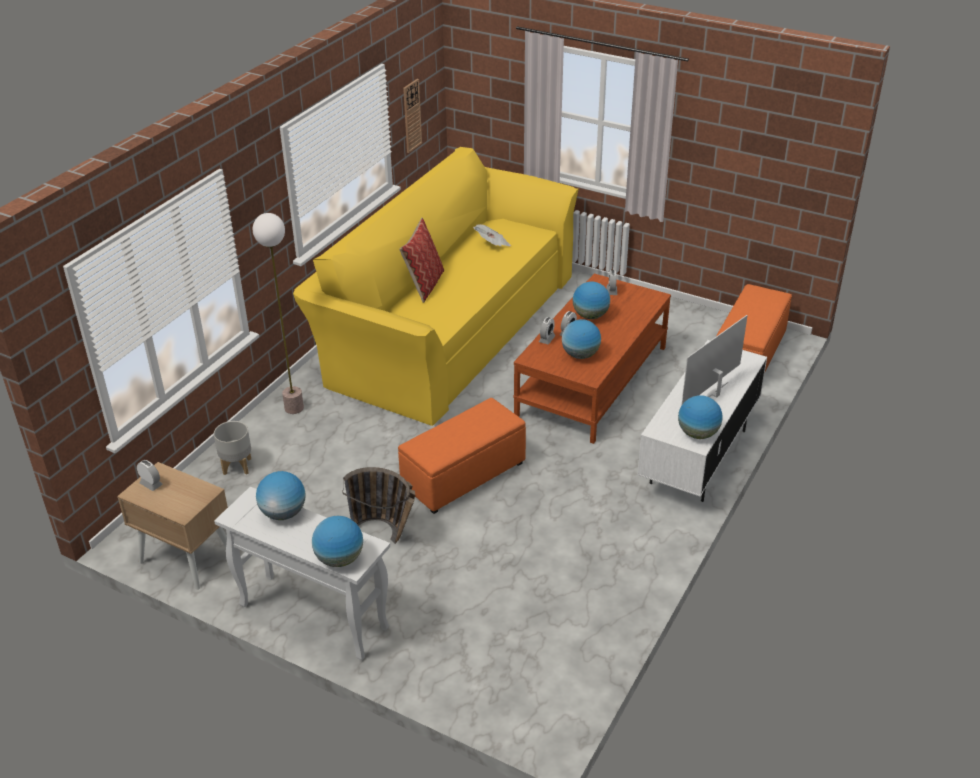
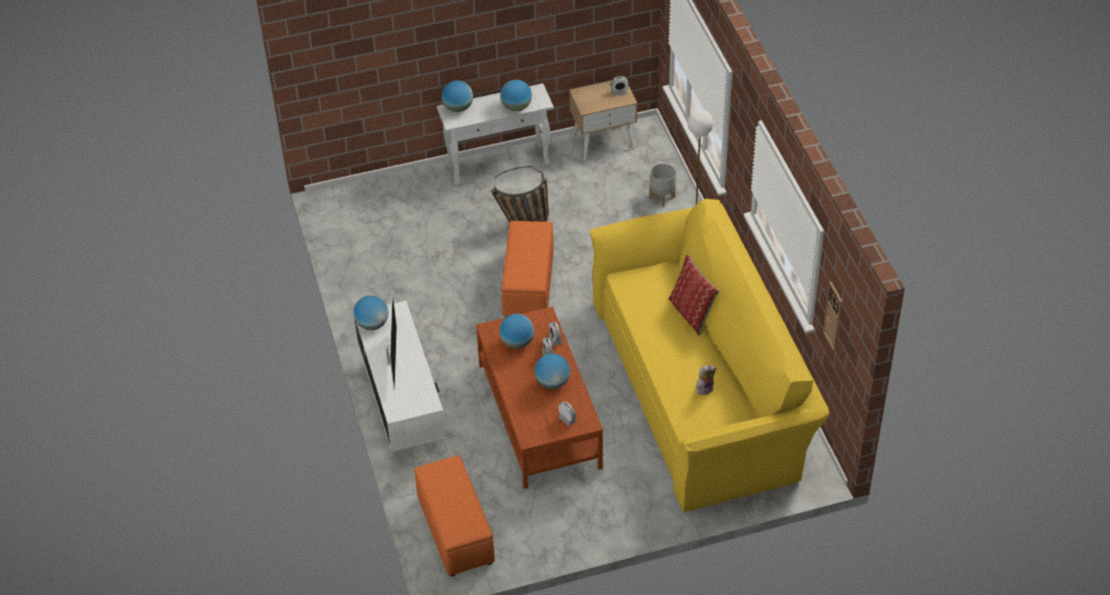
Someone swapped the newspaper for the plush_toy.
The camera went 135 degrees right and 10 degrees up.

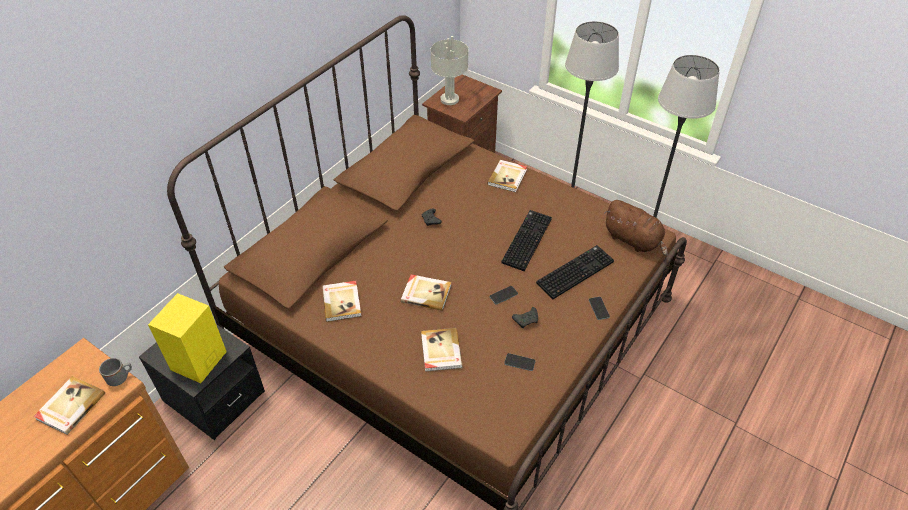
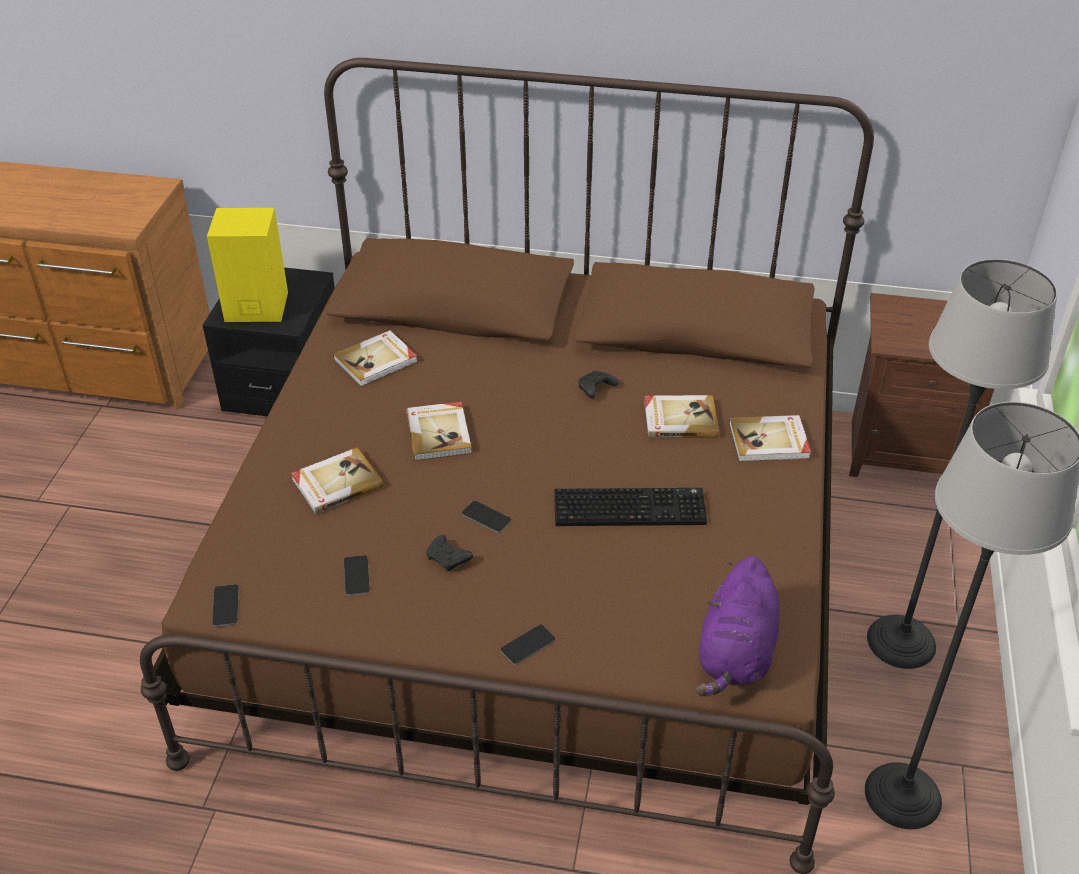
Someone put down the phone (no. 1 from left).
Someone carried the book (no. 1 from left in the first image).
Someone repainted the brown_plush_toy, which became the purple_plush_toy.
Someone took away the grey_mug.
Someone took away the grey_table_lamp.
Someone took away the keyboard (no. 2 from left).
The camera went 65 degrees right and 5 degrees down.

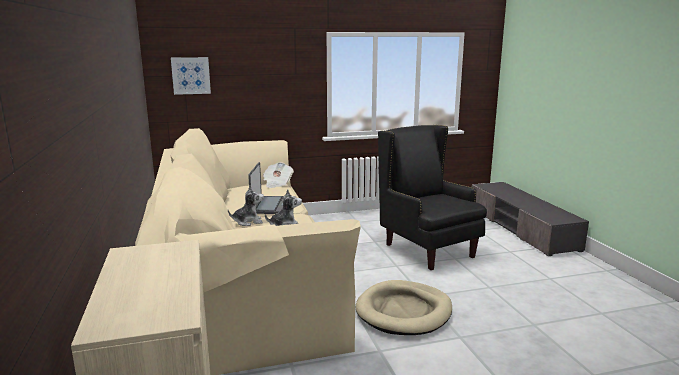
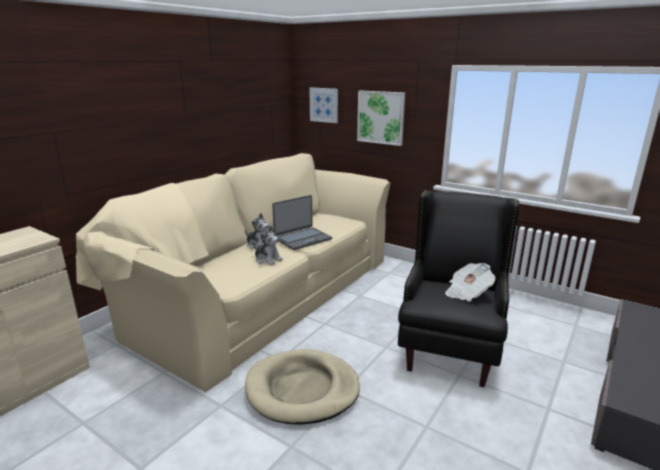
Someone put up the picture (no. 2 from left).
Someone carried the newspaper.
The camera went 50 degrees right and 5 degrees up.

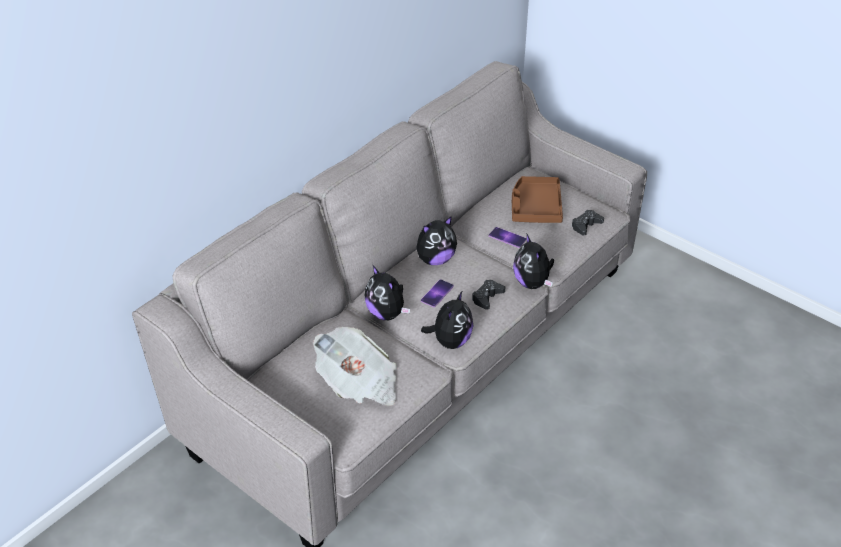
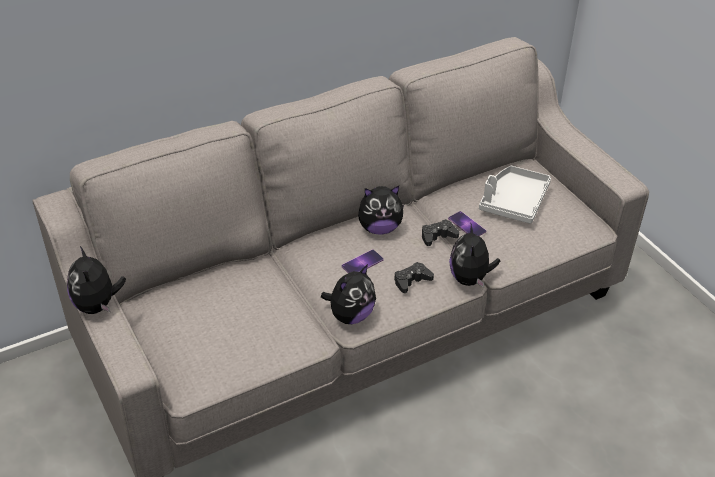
Someone carried the plush_toy (no. 1 from left).
Someone carried the black_game_controller (no. 2 from left).
Someone repainted the brown_tray, which became the grey_tray.
Someone took away the newspaper.
The camera went 20 degrees right and 0 degrees up.

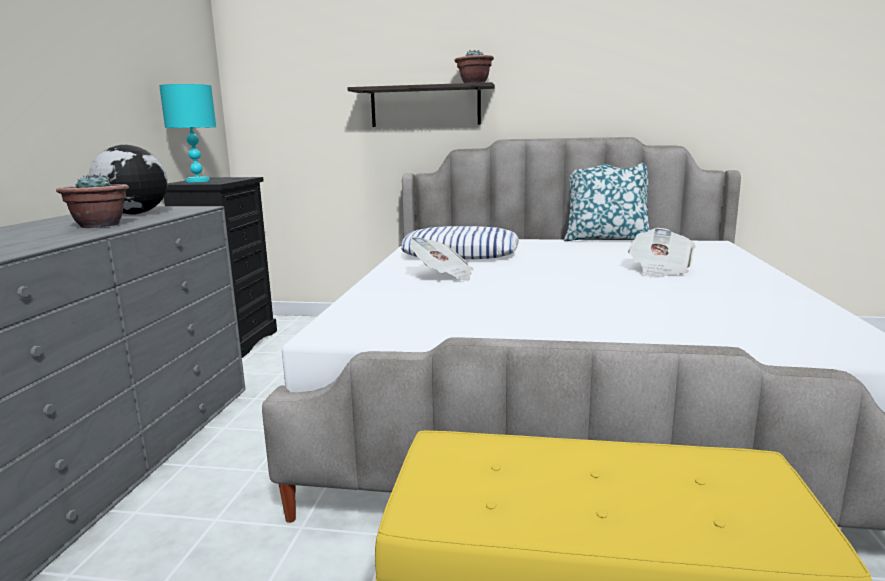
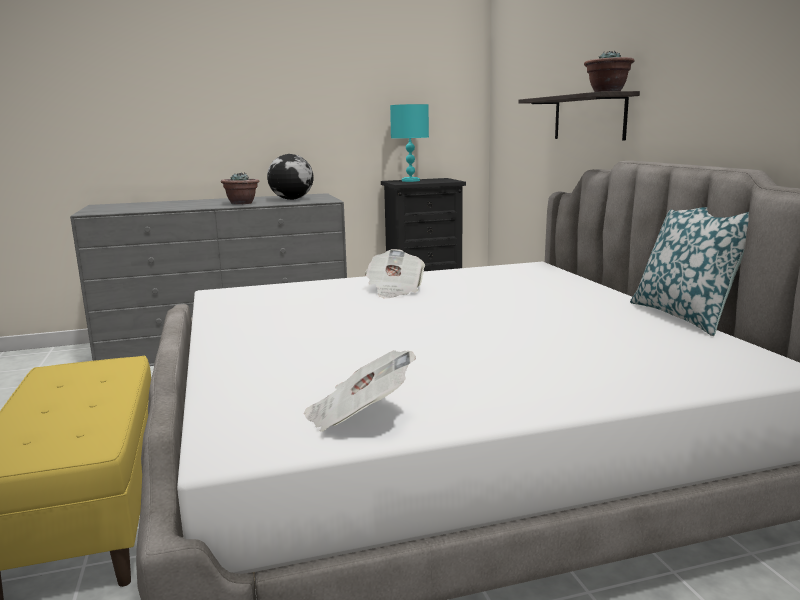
Someone carried the newspaper (no. 2 from left in the first image).
Someone took away the pillow (no. 1 from left).
The camera went 65 degrees right and 0 degrees up.

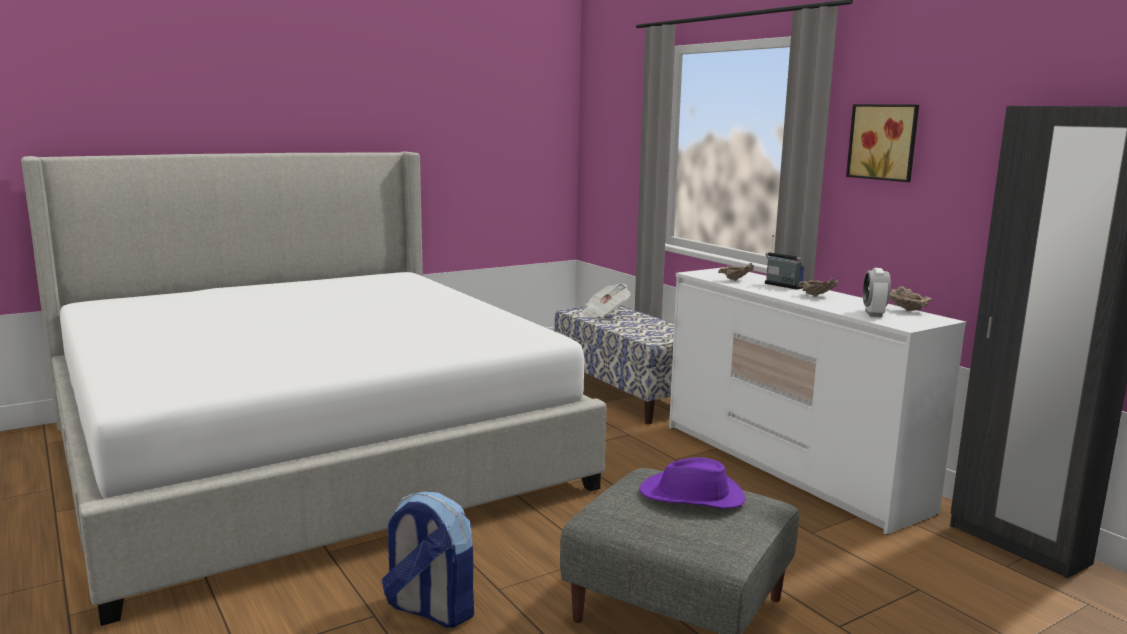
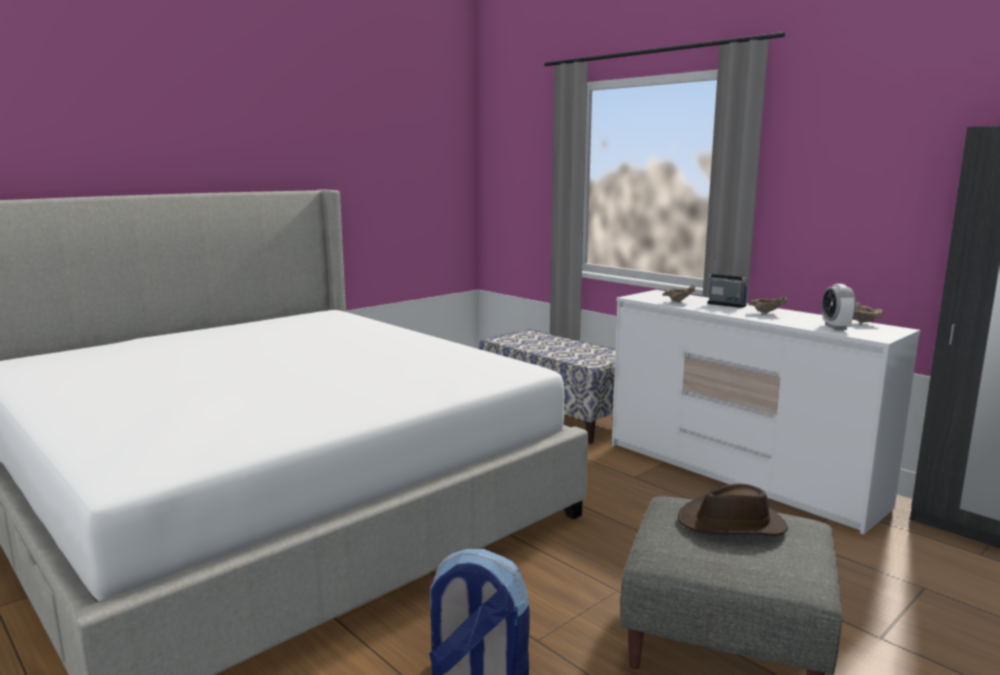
Someone repainted the purple_hat, which became the brown_hat.
Someone took away the newspaper.
Someone took away the picture.
The camera went 10 degrees left and 0 degrees up.

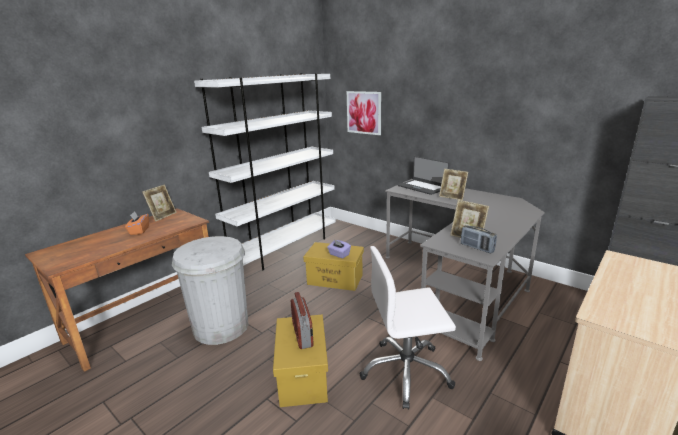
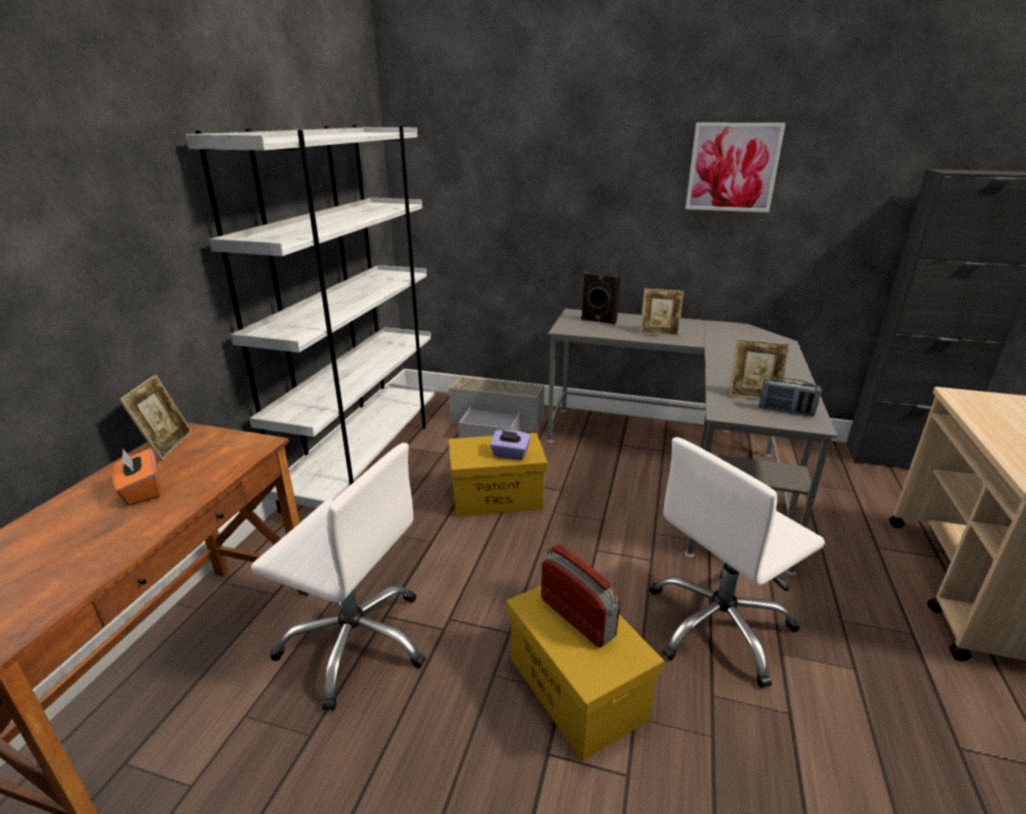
Someone swapped the white_trash_can for the white_office_chair (no. 1 from left).
Someone put down the grey_storage_box.
Someone swapped the laptop for the black_speaker.
Someone carried the picture.
The camera went 25 degrees left and 5 degrees up.

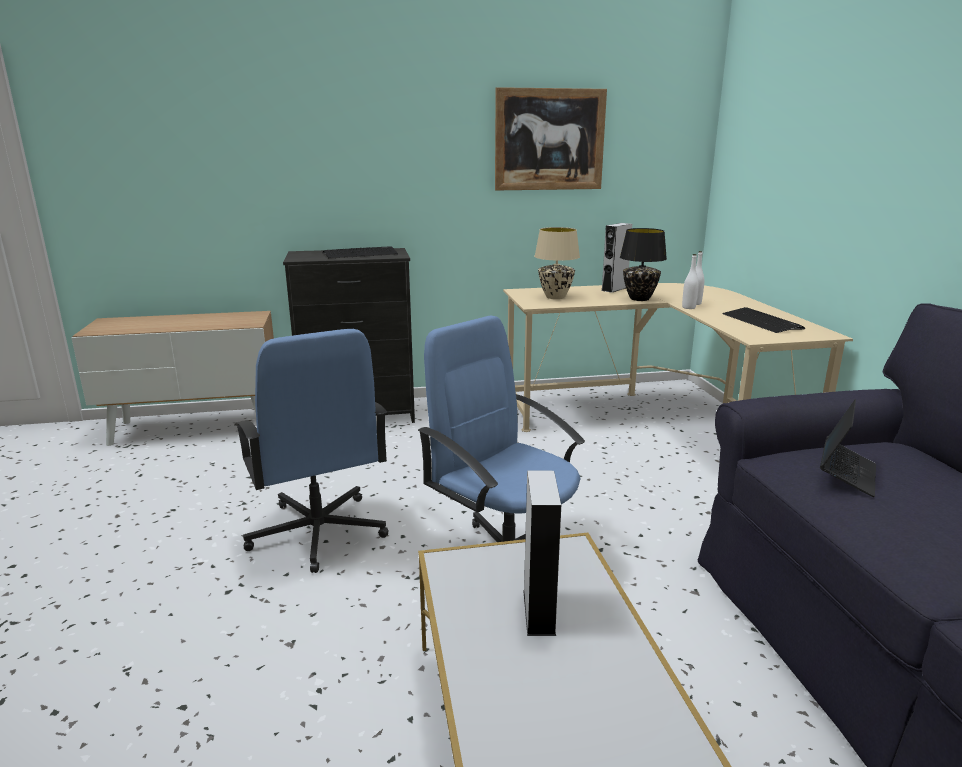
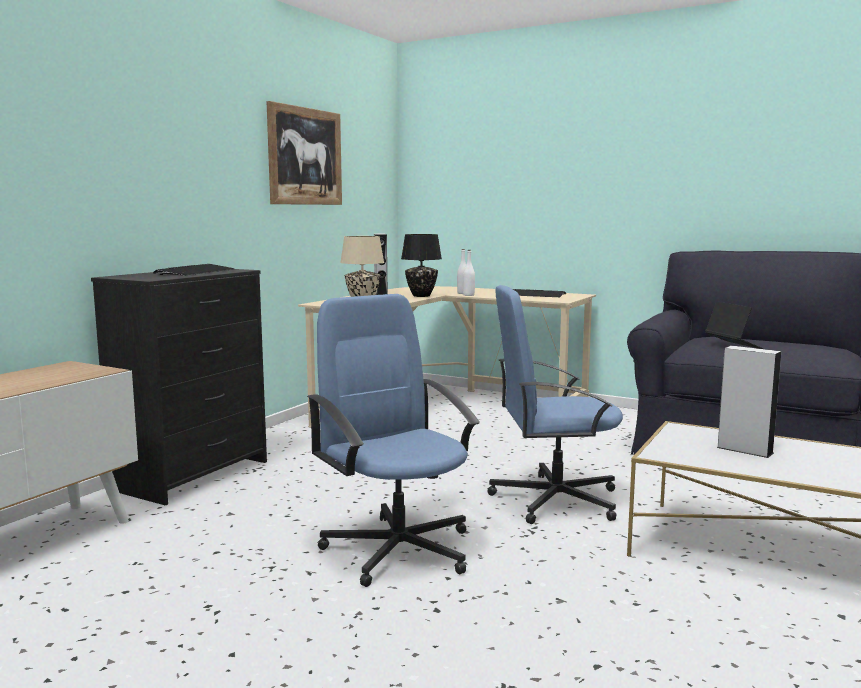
Someone rotated the blue_office_chair (no. 1 from left) by 135 degrees counterclockwise.
The camera went 50 degrees left and 10 degrees down.

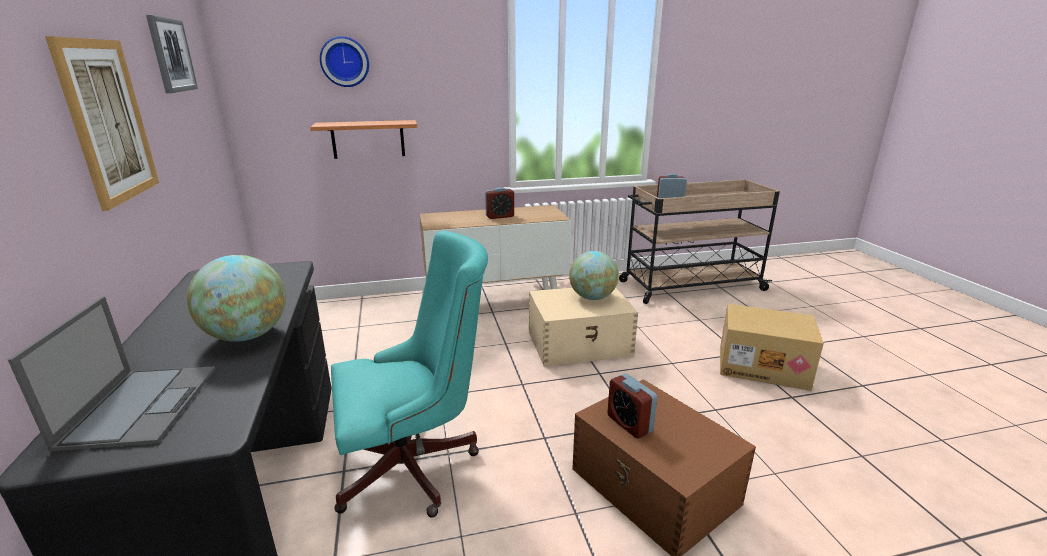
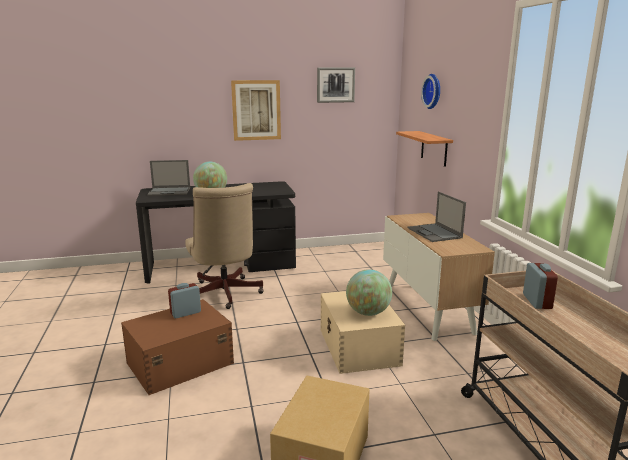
Someone repainted the turquoise_office_chair, which became the beige_office_chair.
Someone swapped the alarm_clock (no. 1 from left) for the laptop (no. 2 from left).
The camera went 90 degrees right and 5 degrees down.

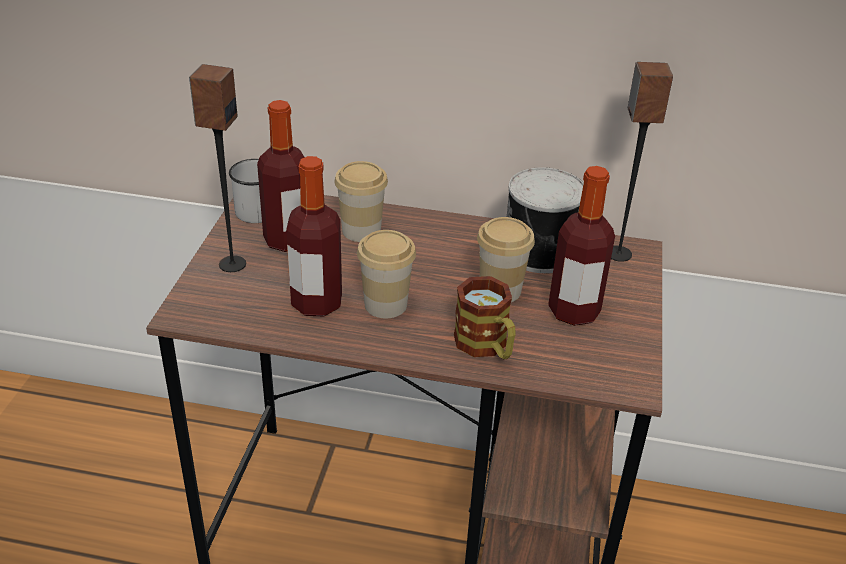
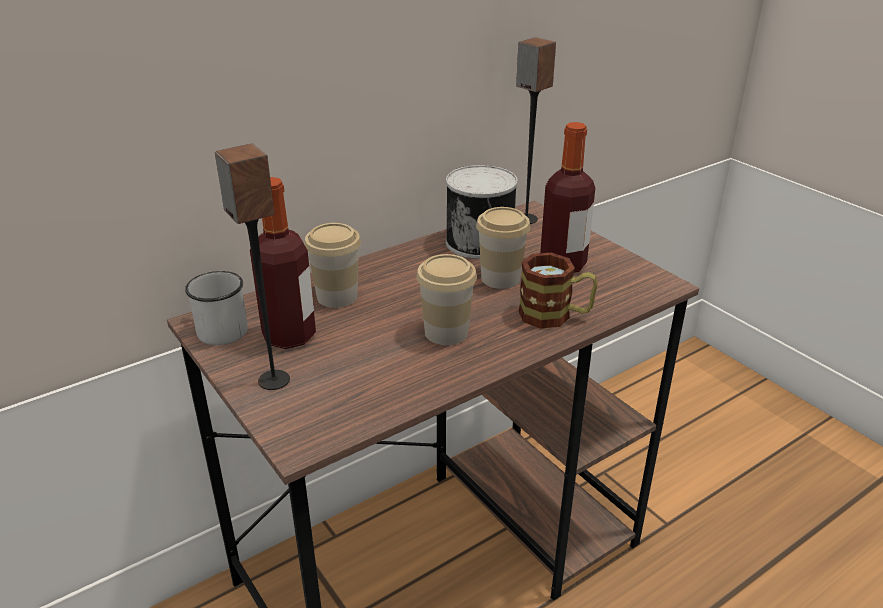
Someone took away the bottle (no. 2 from left).
The camera went 45 degrees left and 5 degrees down.

